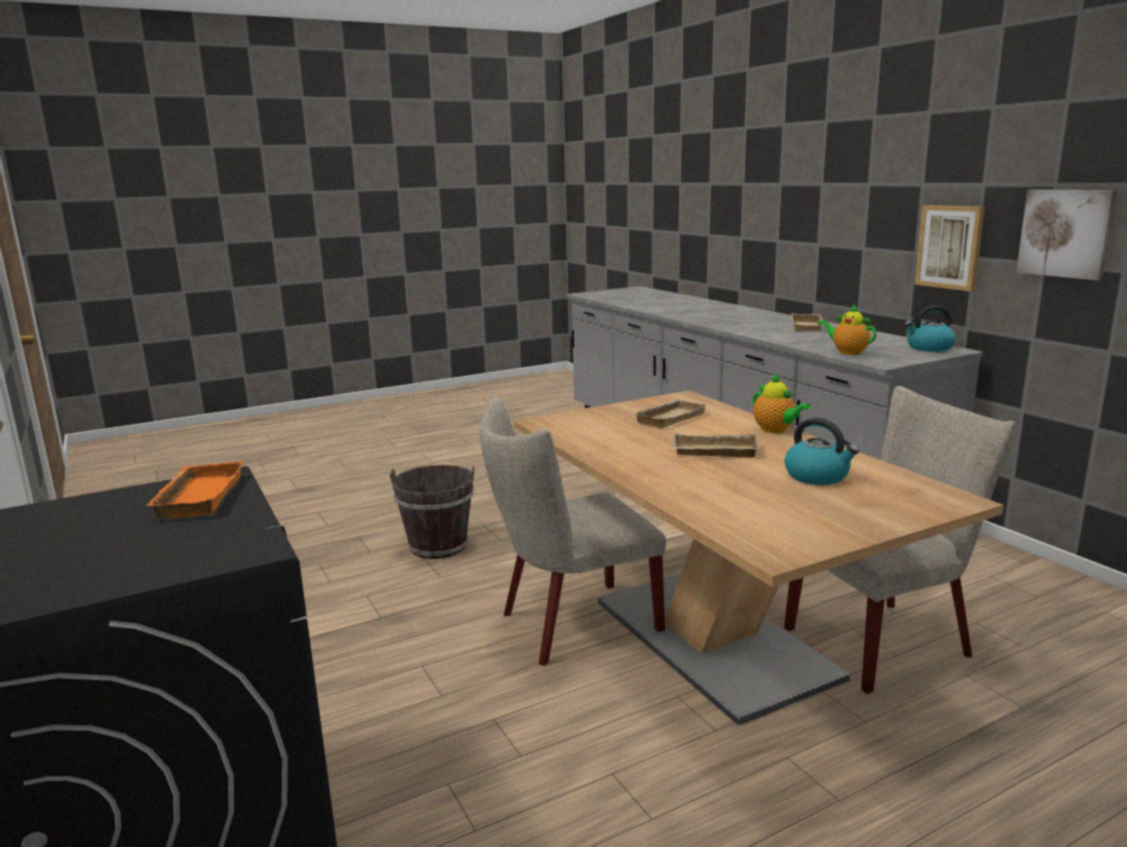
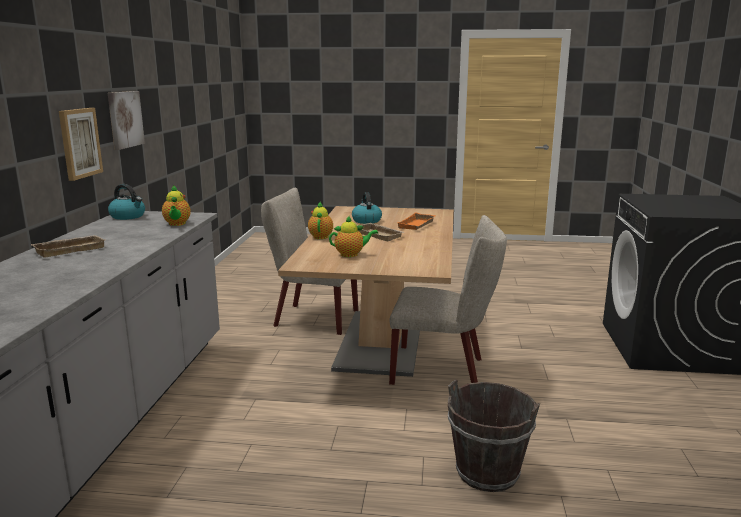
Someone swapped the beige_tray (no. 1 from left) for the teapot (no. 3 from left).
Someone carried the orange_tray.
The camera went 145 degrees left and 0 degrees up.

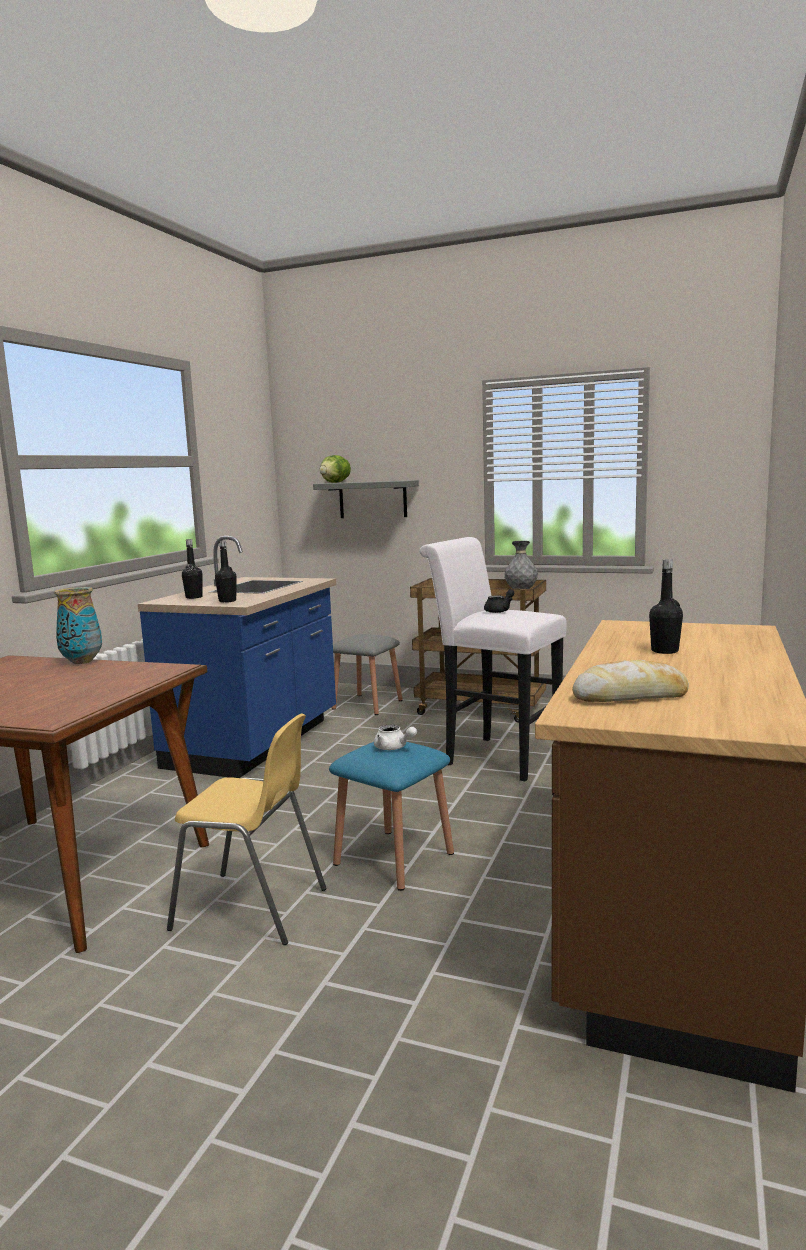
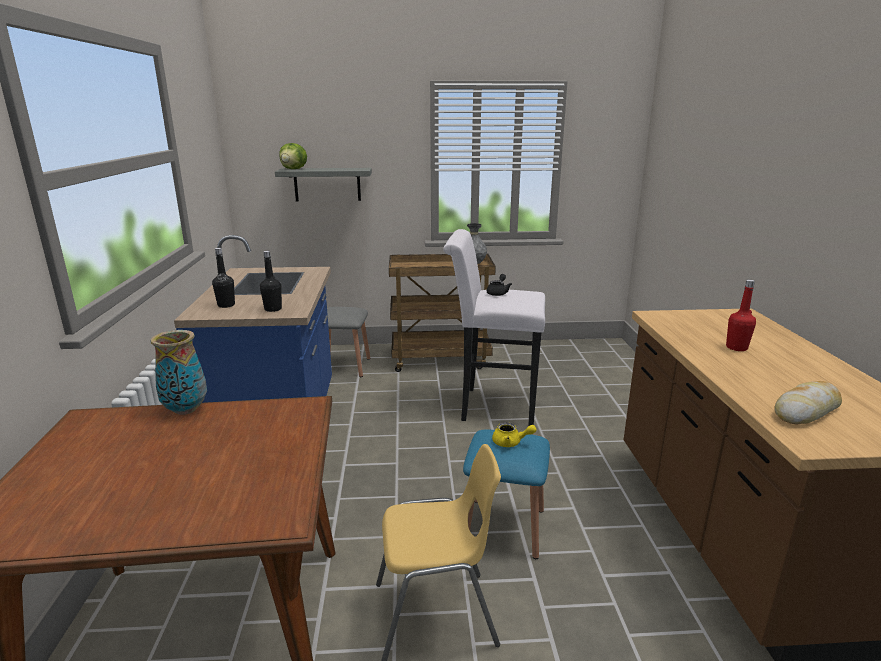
Someone repainted the white_teapot, which became the yellow_teapot.
Someone repainted the black_bottle (no. 3 from left), which became the red_bottle.
The camera went 25 degrees left and 10 degrees up.

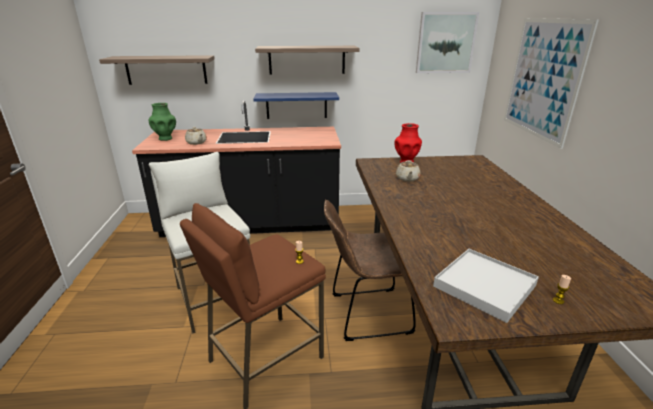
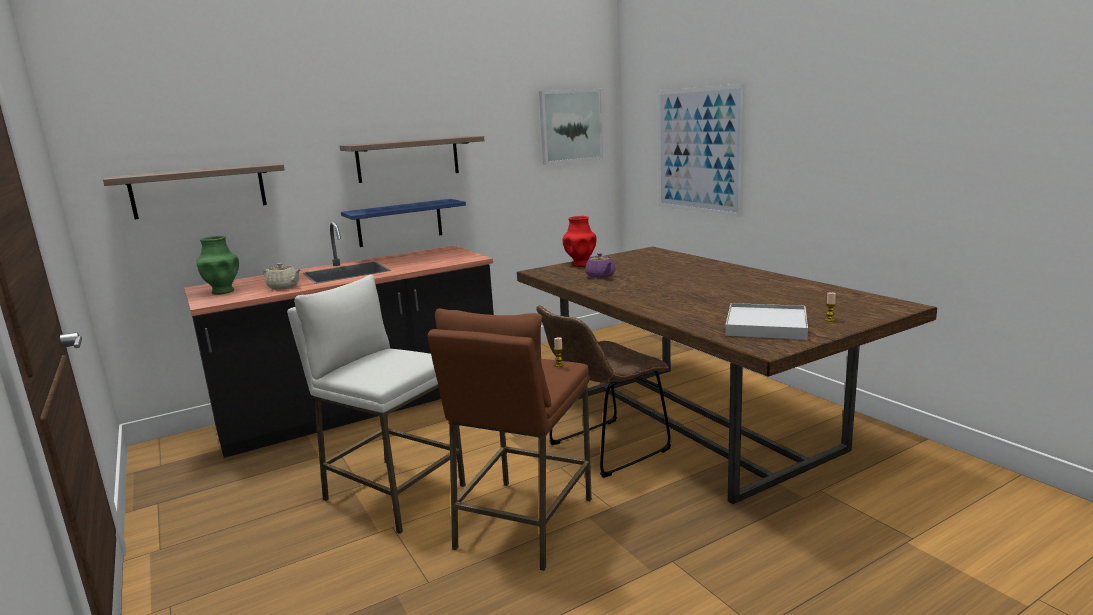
Someone repainted the beige_teapot (no. 2 from left), which became the purple_teapot.
The camera went 25 degrees left and 10 degrees down.

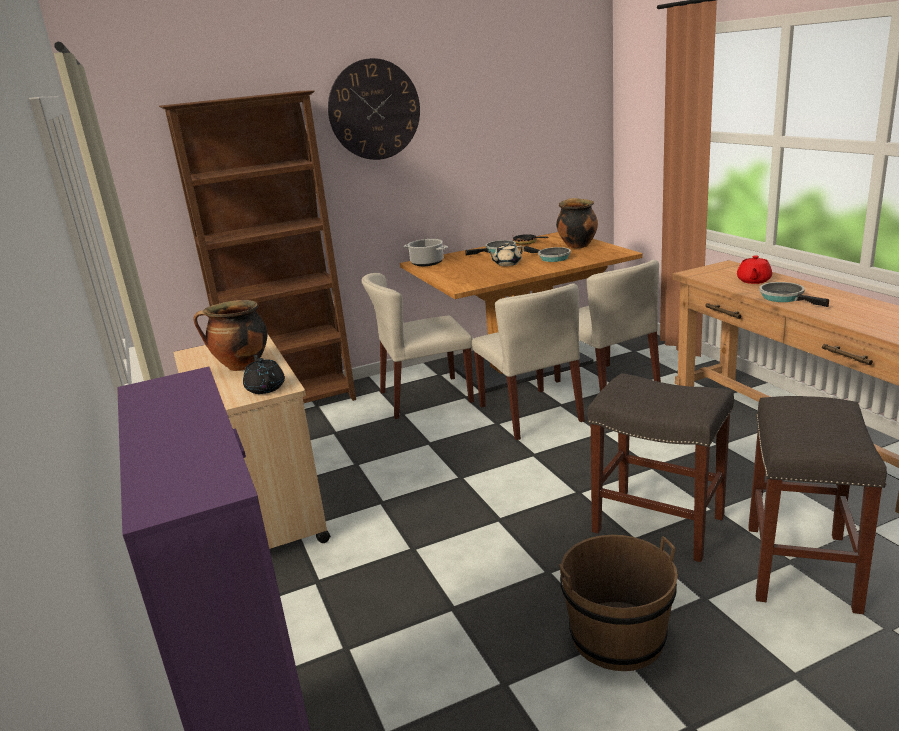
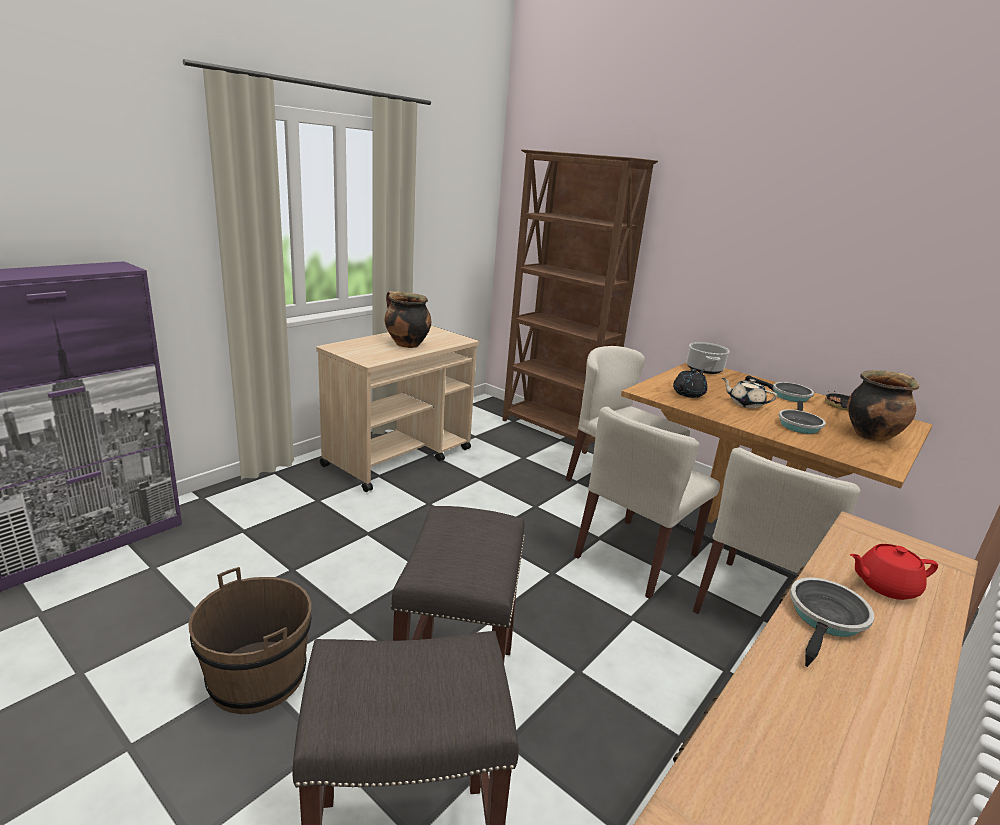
Someone carried the black_teapot.
Someone took away the wall_clock.
The camera went 60 degrees right and 0 degrees up.

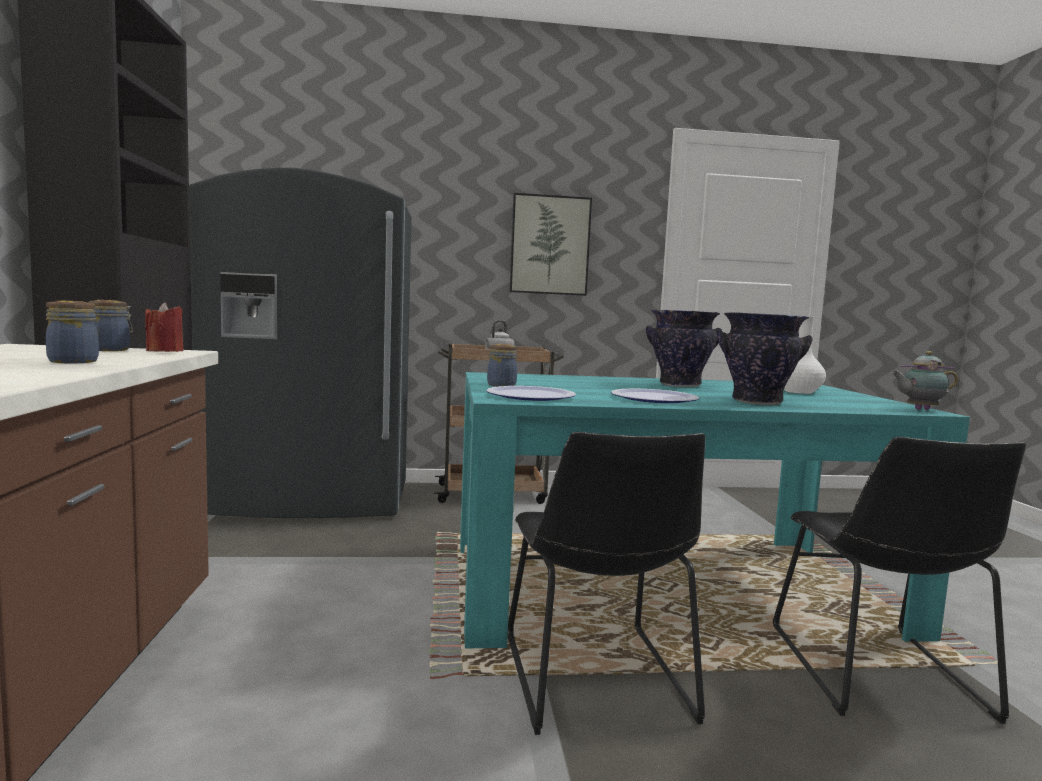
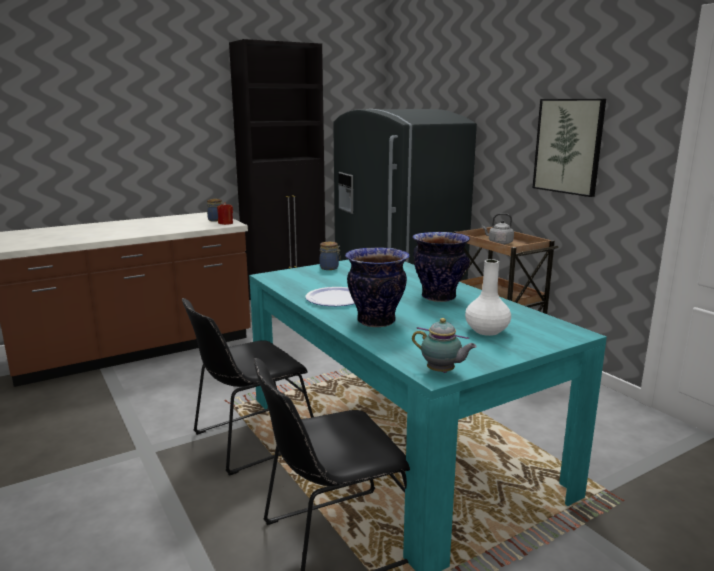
Someone rotated the teapot by 150 degrees clockwise.
Someone took away the jar (no. 1 from left).
Someone took away the plate (no. 1 from left).
The camera went 65 degrees right and 10 degrees up.

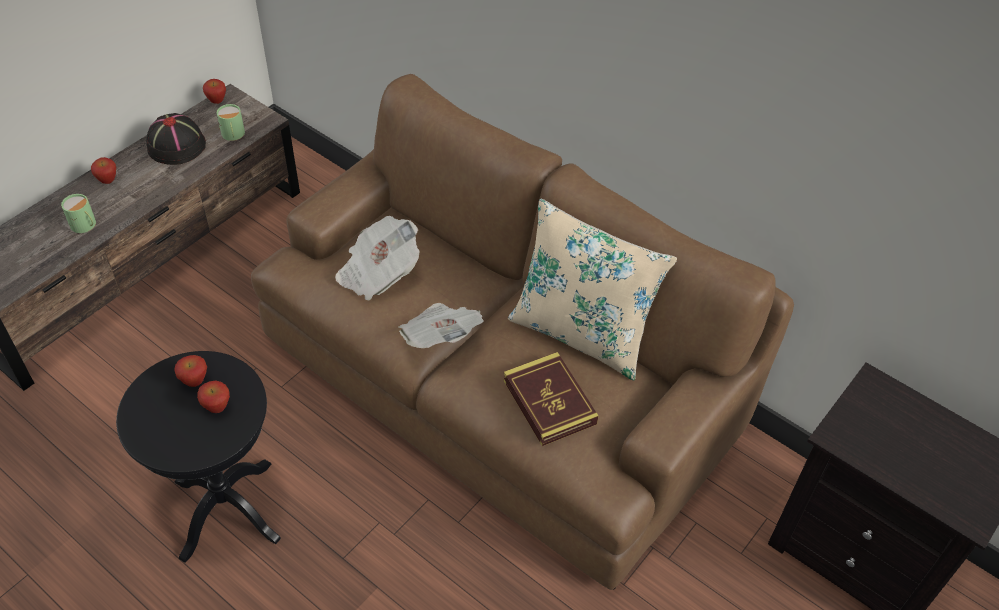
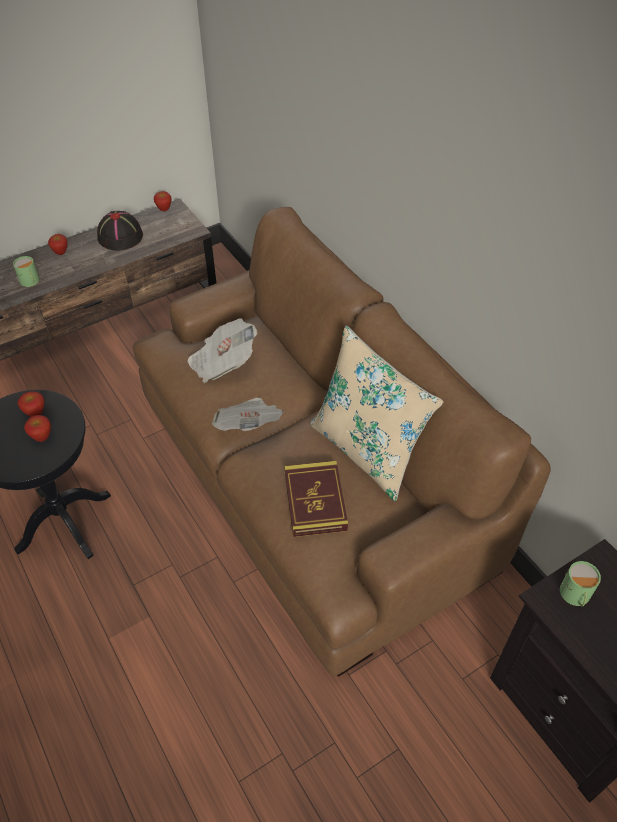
Someone carried the green_mug (no. 2 from left).
The camera went 20 degrees right and 0 degrees up.

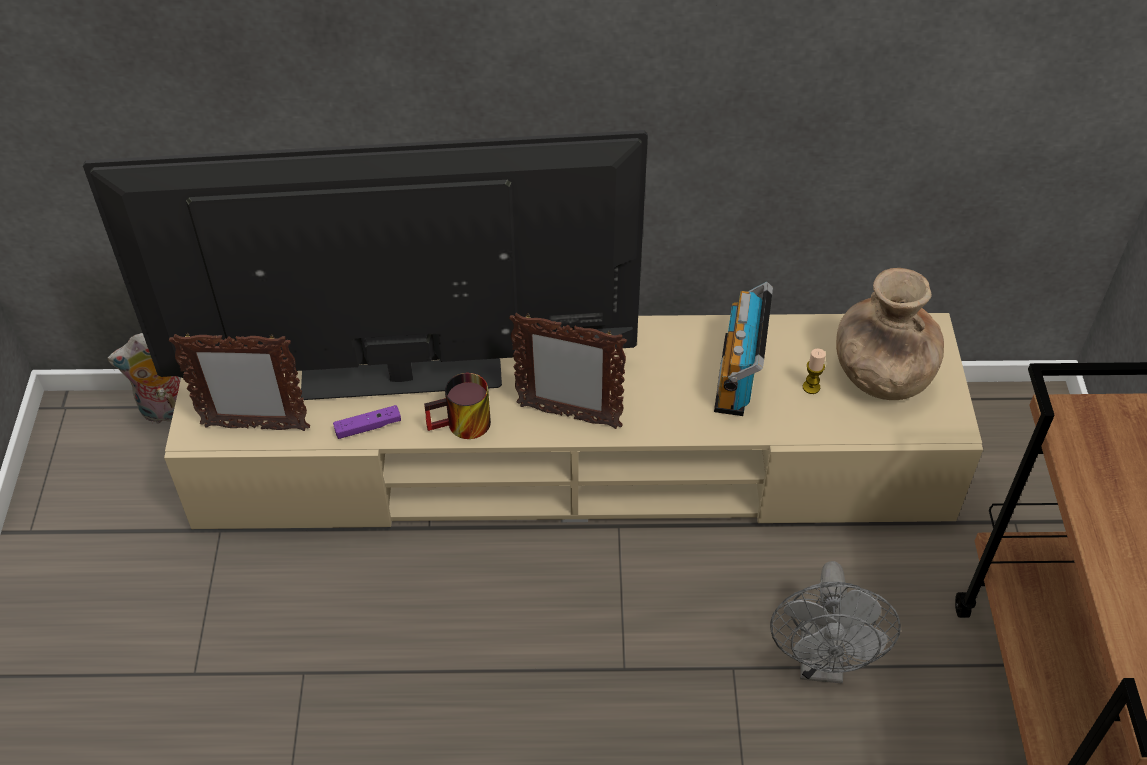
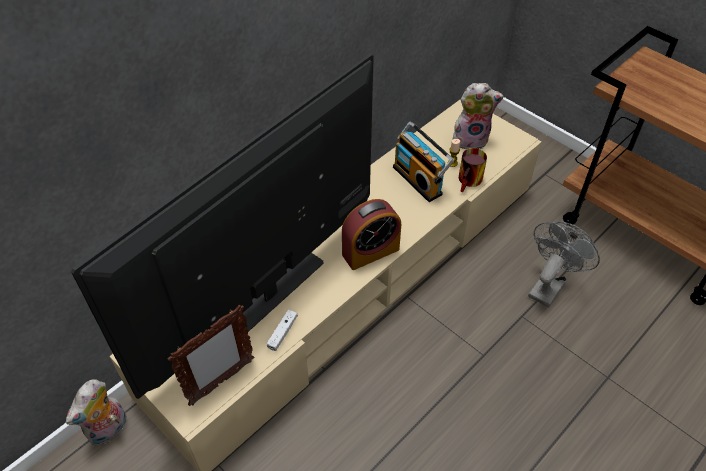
Someone repainted the purple_game_controller, which became the white_game_controller.
Someone swapped the picture_frame (no. 2 from left) for the alarm_clock.
Someone swapped the brown_vase for the plush_toy (no. 2 from left).
Someone carried the mug.
Someone rotated the grey_fan by 105 degrees counterclockwise.
The camera went 45 degrees left and 0 degrees up.

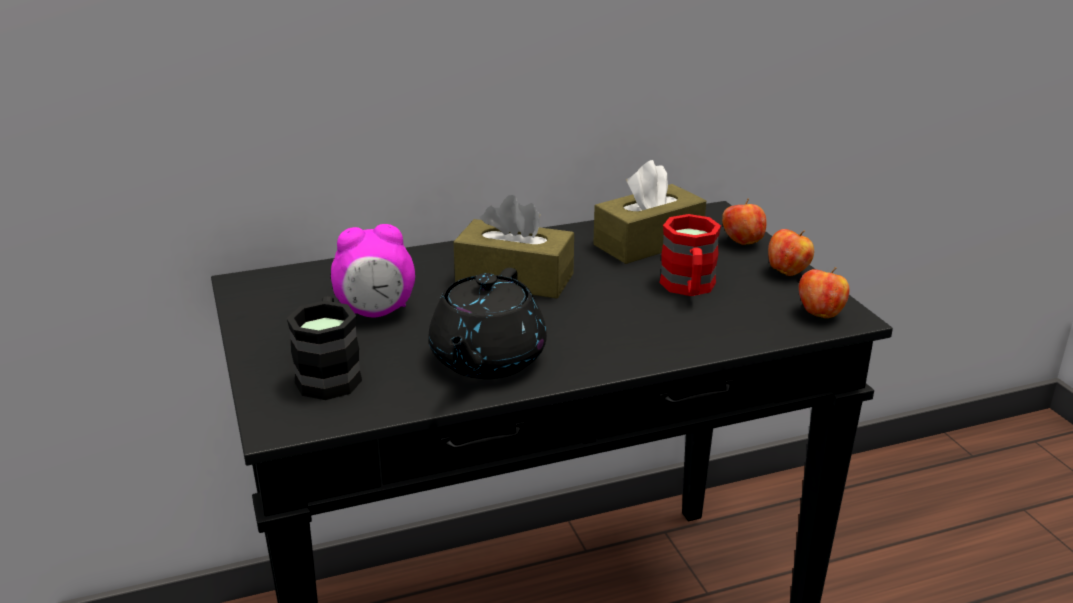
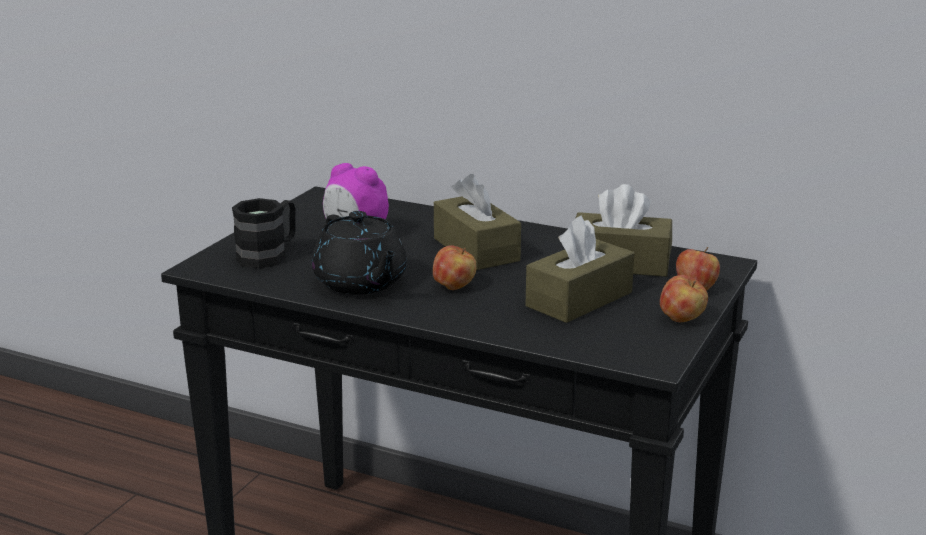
Someone rotated the black_teapot by 90 degrees counterclockwise.
Someone carried the apple (no. 3 from left in the first image).
Someone swapped the red_mug for the brown_tissue_box (no. 2 from left).
The camera went 45 degrees right and 5 degrees down.

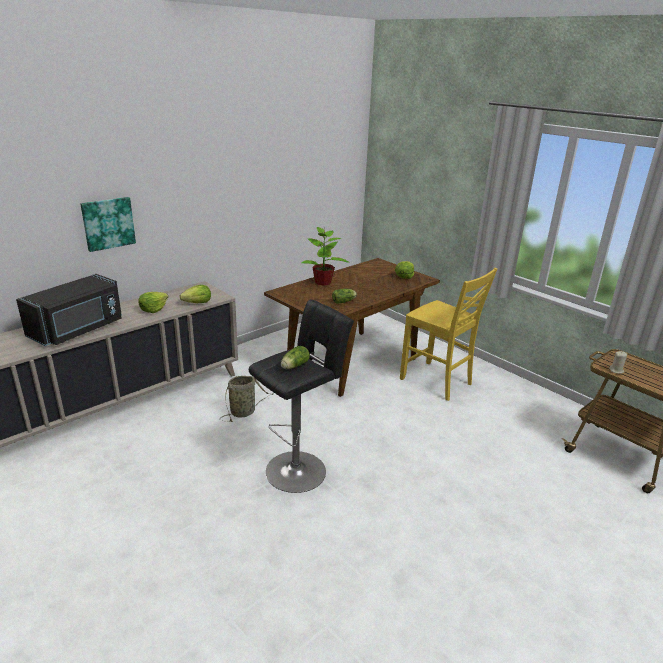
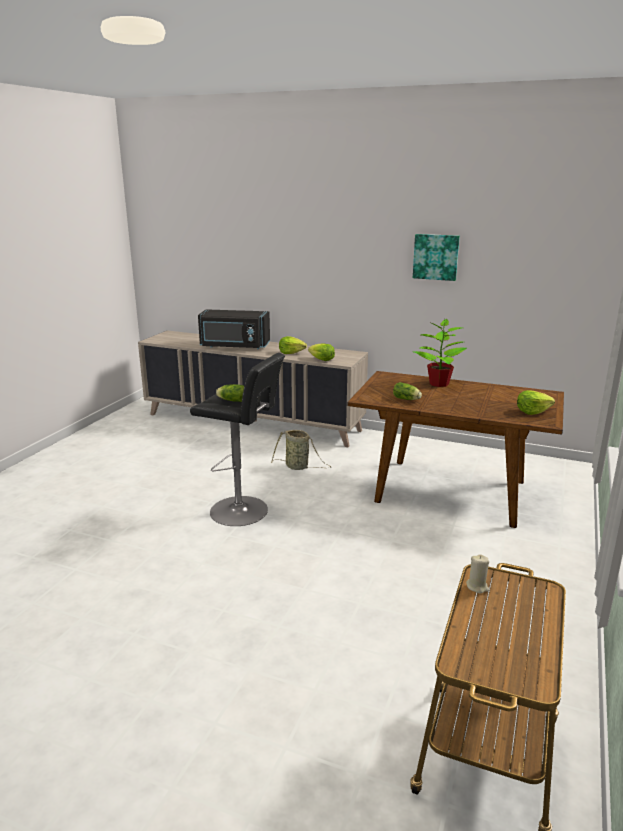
Someone carried the picture.
Someone took away the yellow_chair.
The camera went 65 degrees right and 5 degrees down.

